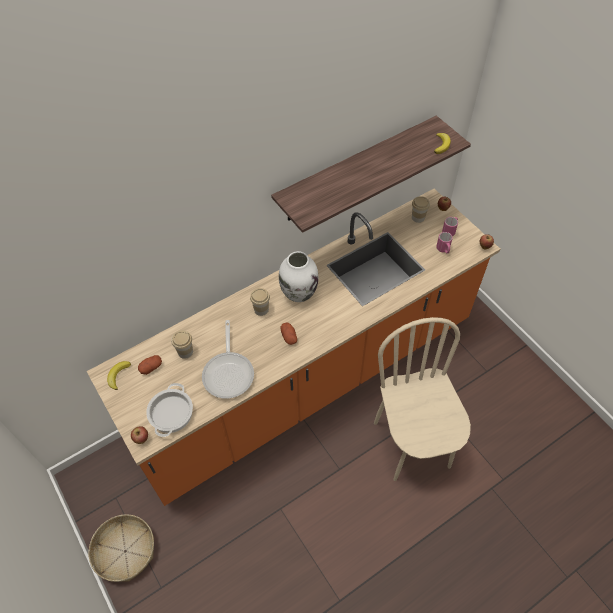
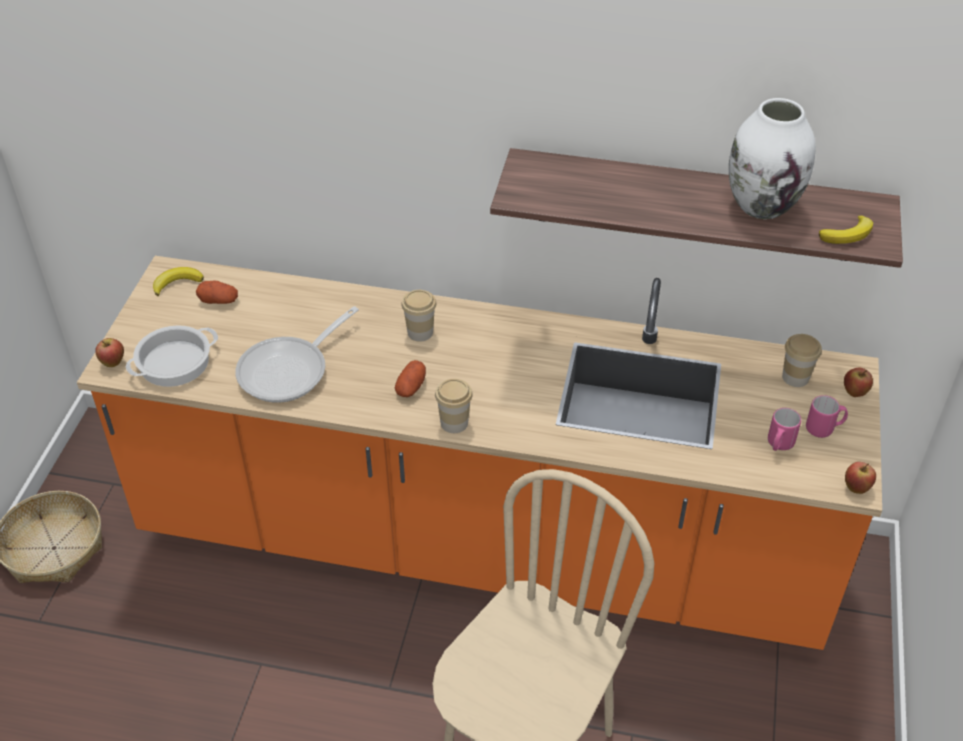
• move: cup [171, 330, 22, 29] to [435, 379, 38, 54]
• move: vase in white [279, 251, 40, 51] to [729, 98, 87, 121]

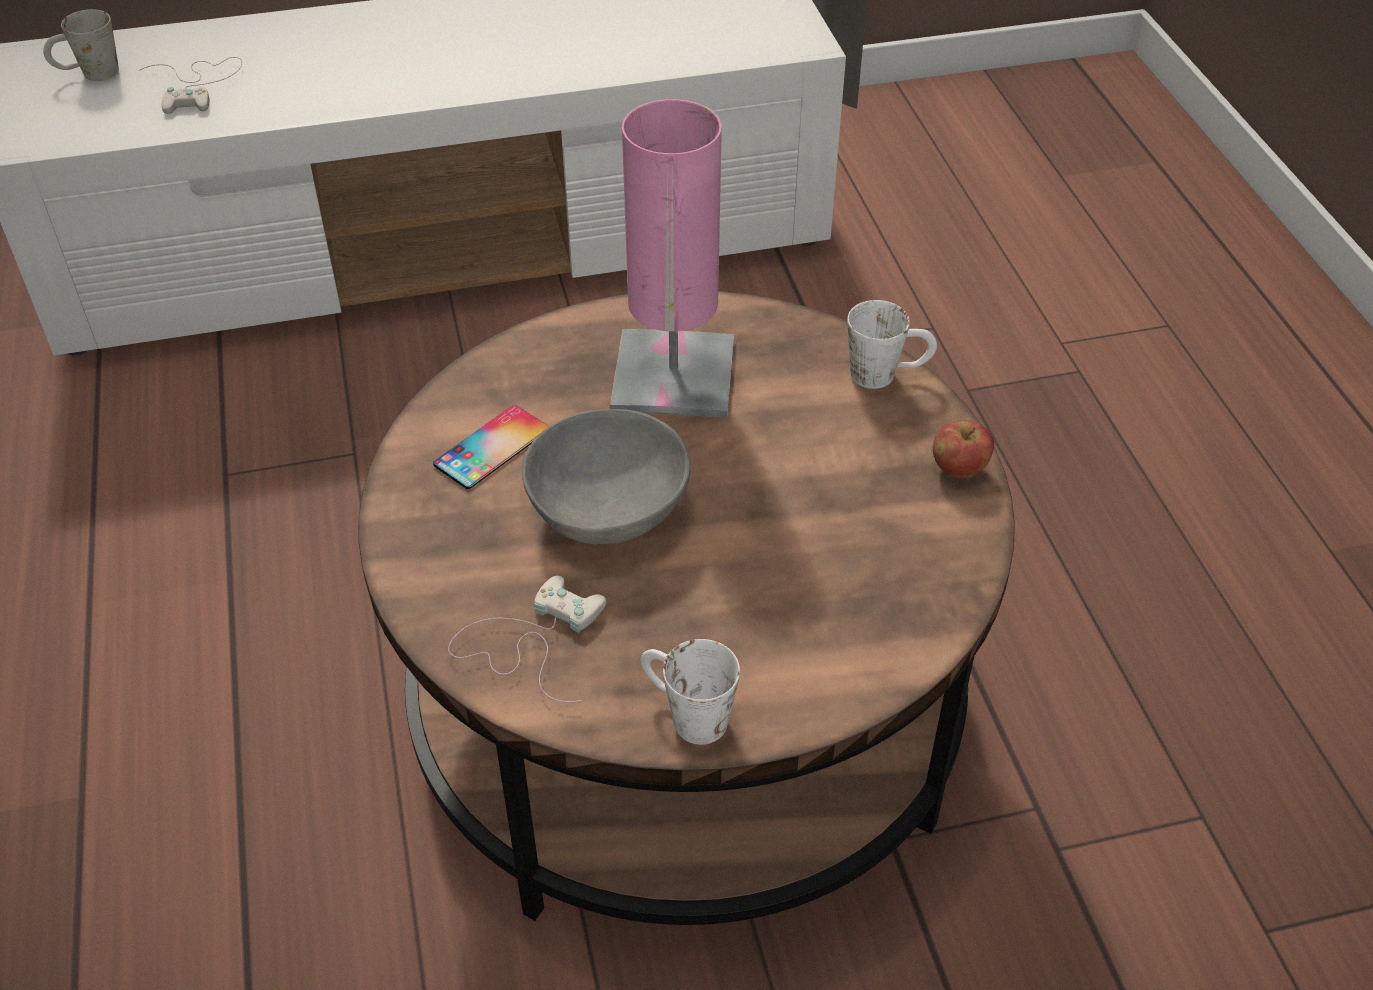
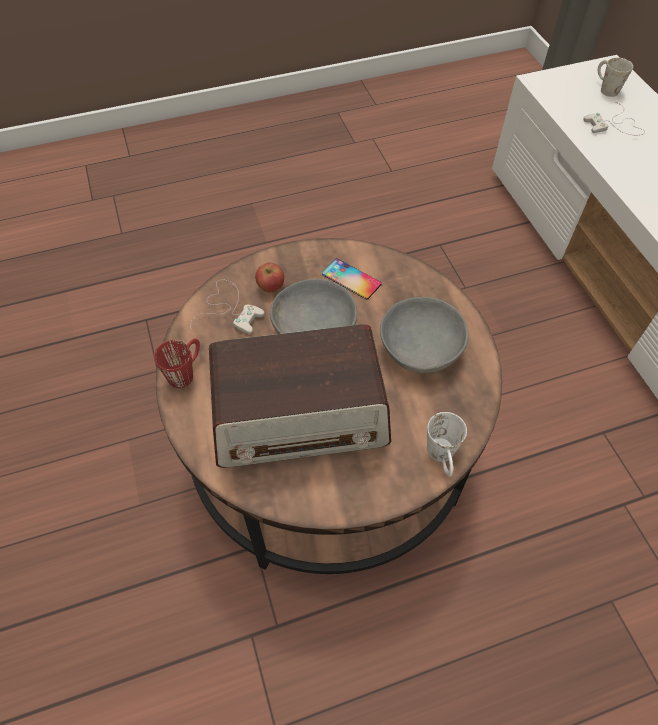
• insert: radio receiver [209, 324, 182, 144]
• move: whole apple [933, 420, 61, 58] to [255, 263, 29, 29]
• replace: tabletop lamp in pink [610, 99, 124, 318] to serving bowl in grey [380, 297, 89, 76]
• recolor: mug in white [641, 639, 99, 106] to mug in red [154, 338, 46, 50]

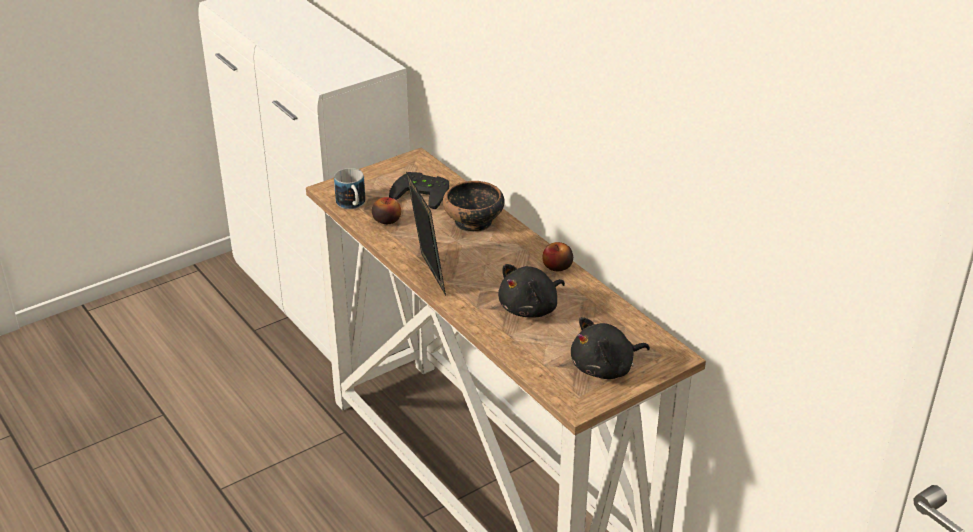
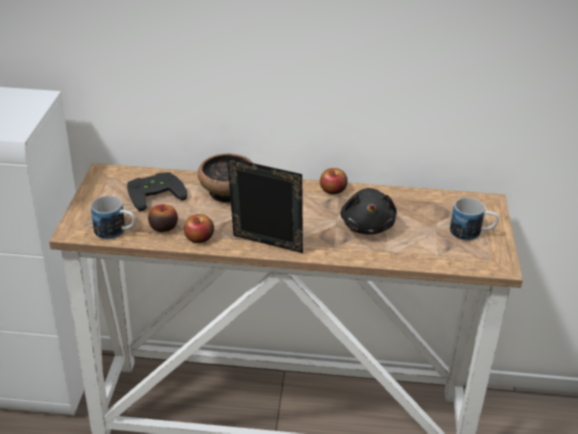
• insert: whole apple [184, 214, 30, 29]
• replace: soft toy in blackish [571, 317, 79, 62] to mug [450, 198, 49, 43]

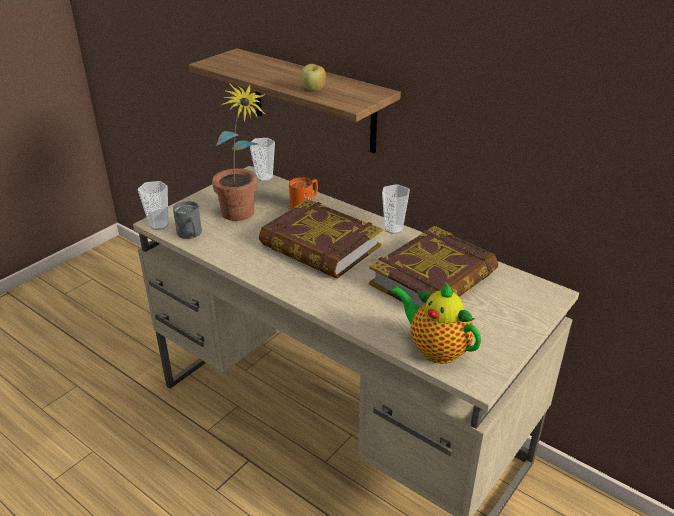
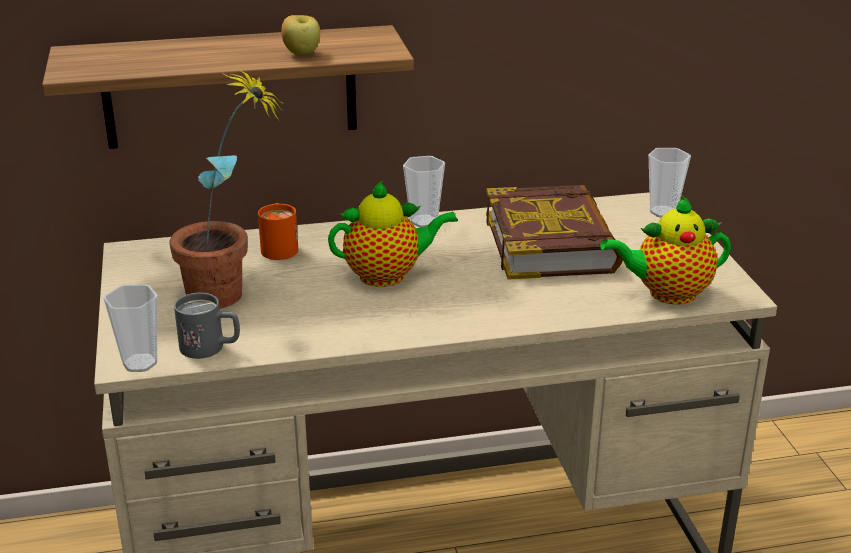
• move: cup [250, 138, 25, 43] to [649, 148, 42, 70]
• replace: bound book [259, 199, 123, 80] to tea pot [328, 180, 130, 107]

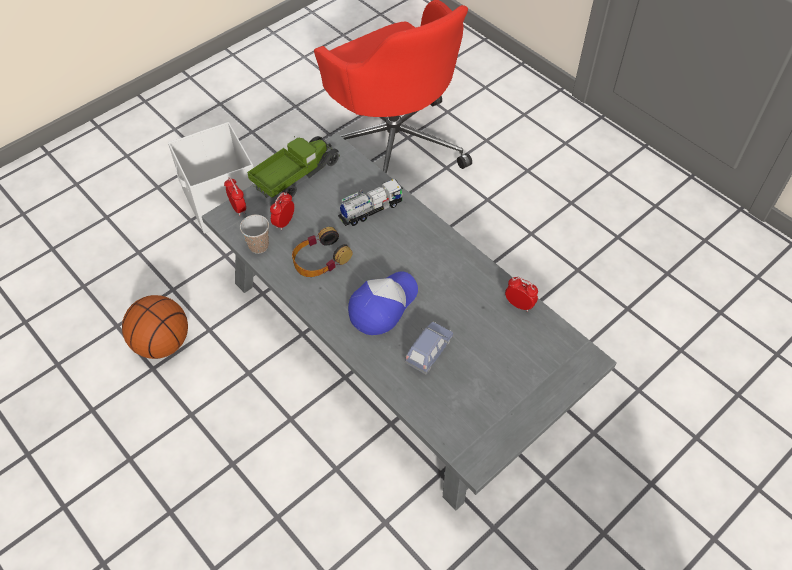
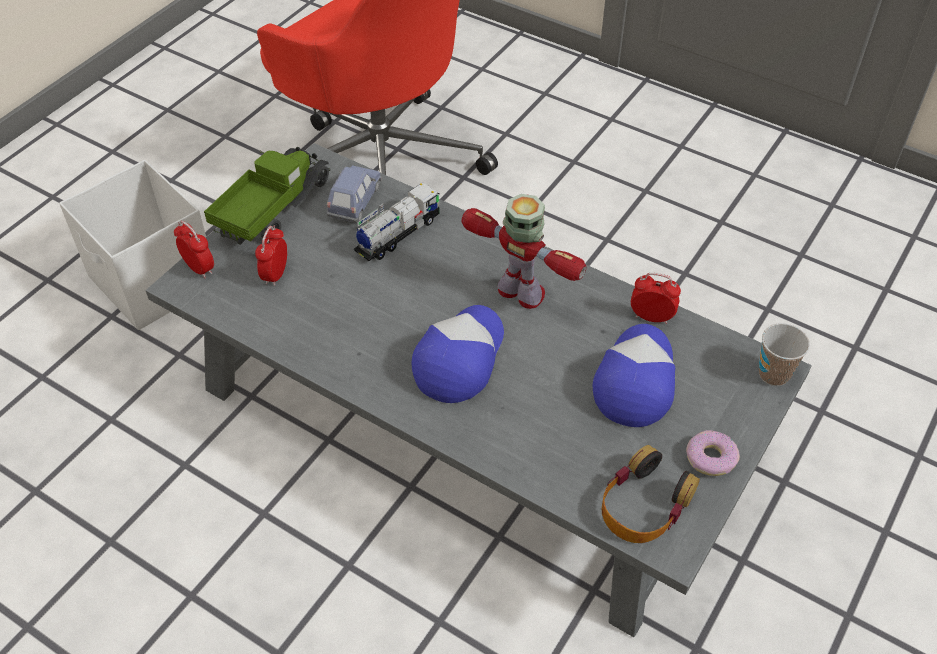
• delete: basketball ball [122, 295, 66, 64]
• insert: robot figure [462, 194, 124, 115]
• insert: baseball cap [593, 324, 82, 103]
• insert: doughnut [686, 430, 54, 46]
• move: cup [240, 215, 29, 39] to [759, 323, 51, 63]
• move: pair of headphones [292, 227, 61, 50] to [602, 445, 98, 98]
• move: toy car in blue-coloured [405, 322, 49, 53] to [327, 165, 54, 58]

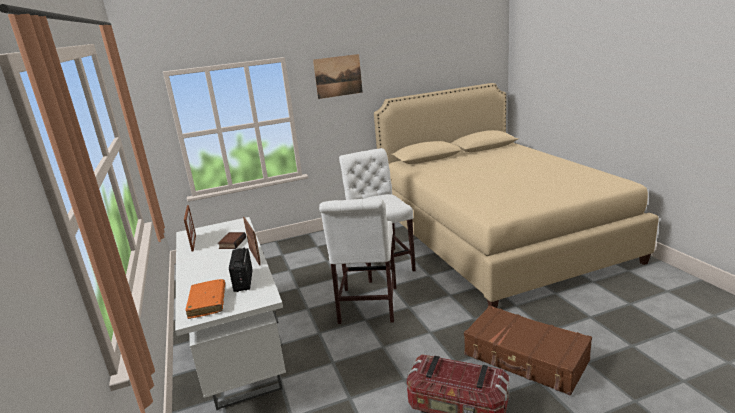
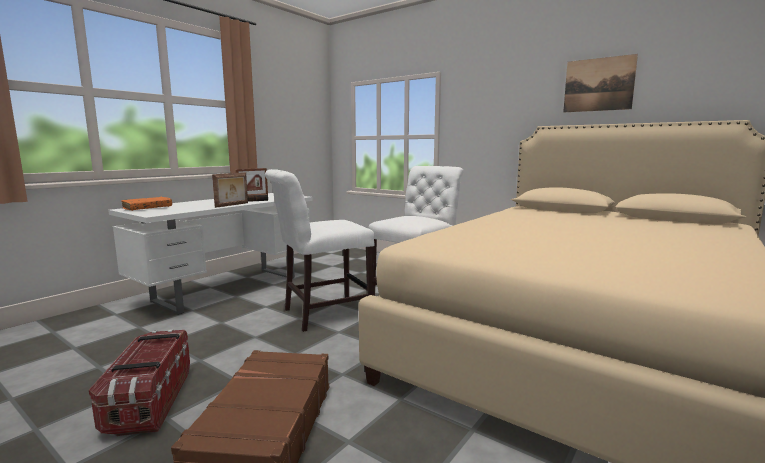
• delete: radio receiver [229, 248, 23, 44]
• move: picture [313, 54, 50, 45] to [563, 54, 75, 58]

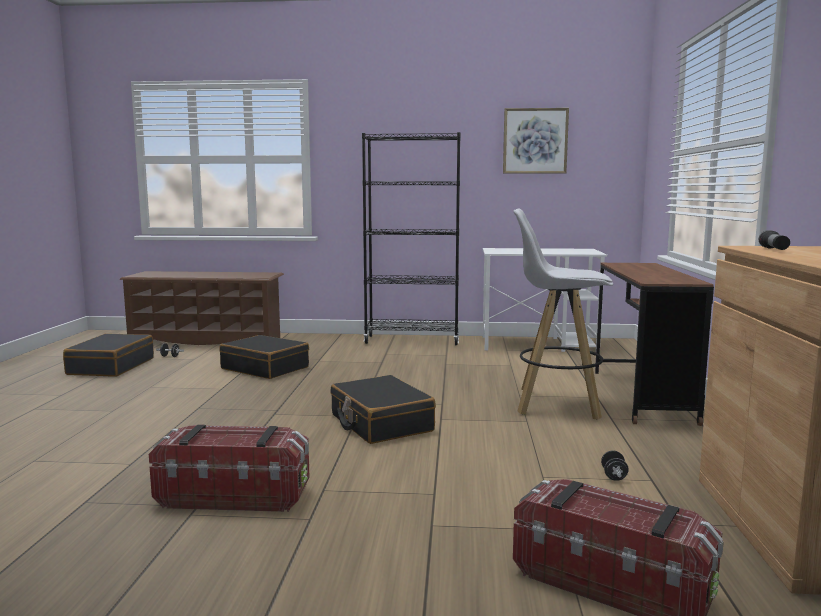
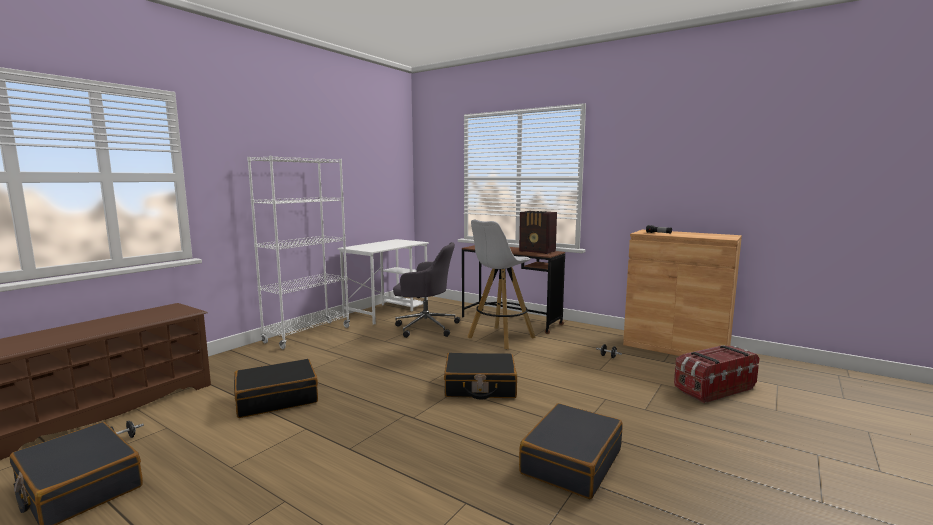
• delete: picture [503, 108, 66, 66]
• insert: office chair in grey [393, 242, 67, 96]
• insert: radio receiver [519, 211, 38, 43]
• replace: storage bin [149, 425, 161, 87] to suitcase in blackish [519, 403, 104, 96]
• recolor: shelving unit in blackish [362, 132, 99, 213] to shelving unit in white [247, 156, 103, 193]

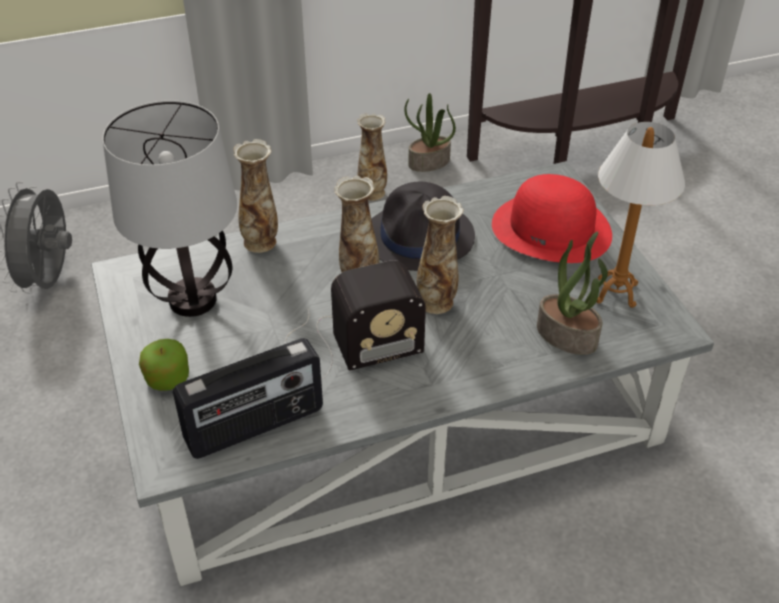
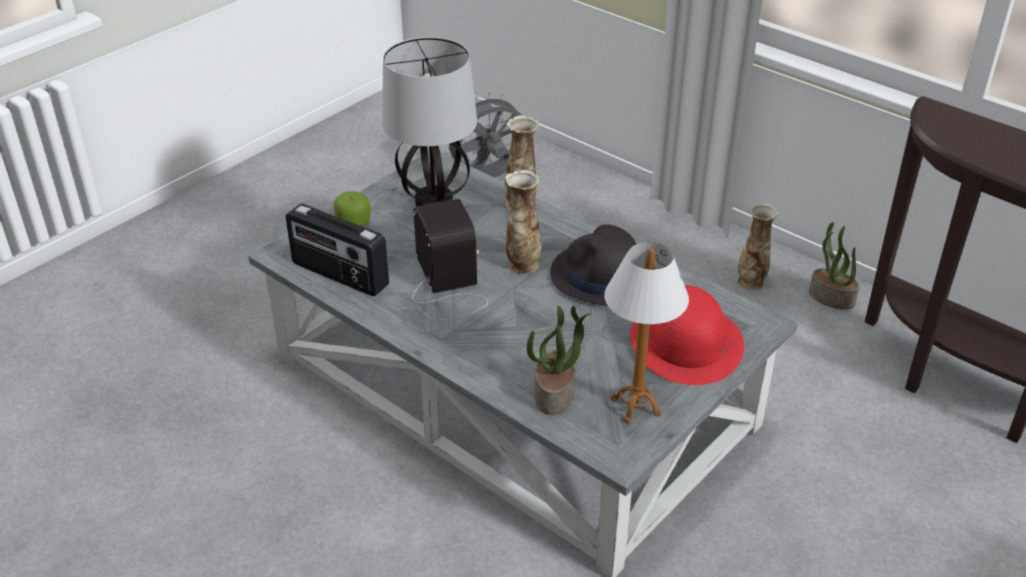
• delete: vase [417, 196, 47, 118]
• rotate: radio receiver [285, 260, 141, 120] = [401, 199, 87, 121] 150 degrees counterclockwise

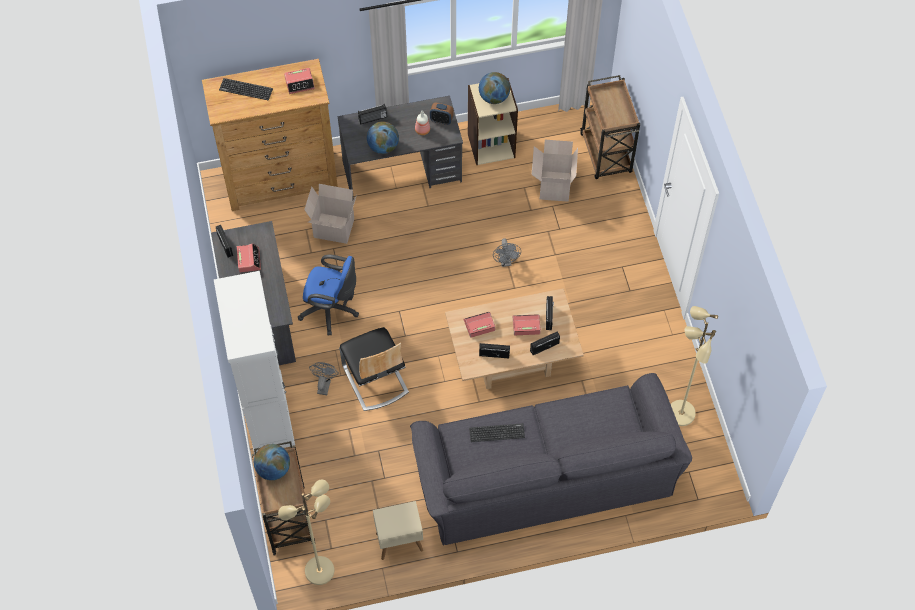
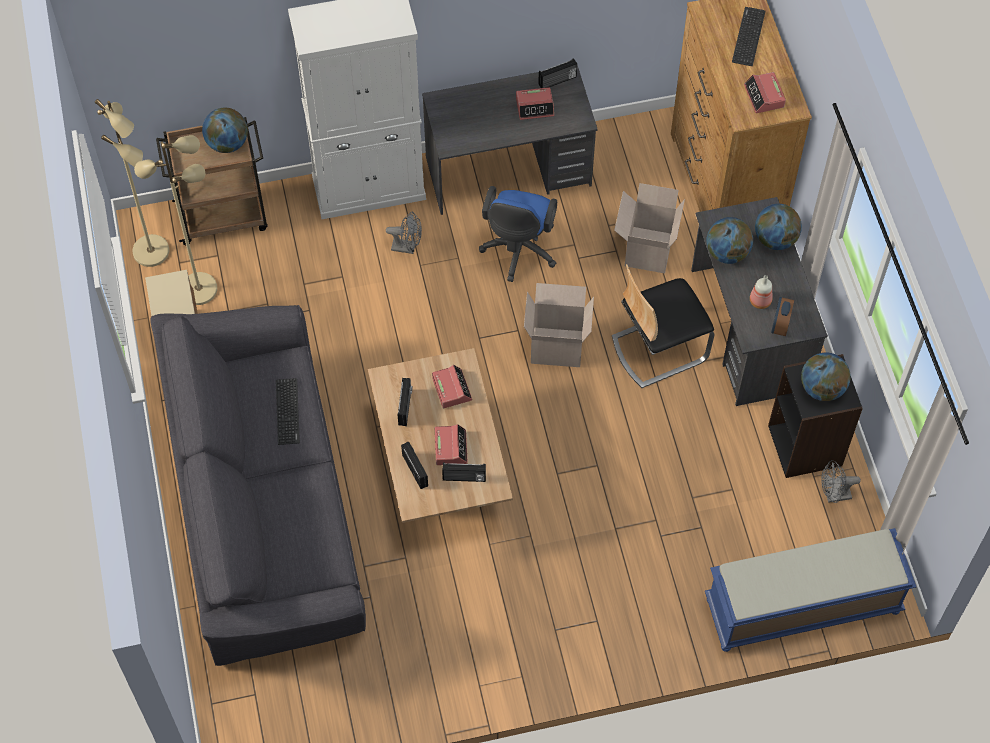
• move: plain chair [339, 327, 70, 84] to [612, 264, 103, 124]
• move: cooling fan in grey [493, 238, 28, 29] to [821, 460, 40, 43]
• move: cardboard box [532, 140, 46, 62] to [524, 283, 70, 84]
• move: floor lamp in beige-coloured [671, 306, 47, 120] to [134, 135, 84, 170]
• replace: radio receiver [358, 104, 29, 21] to globe [755, 204, 47, 46]
• replace: wheeled cart in brownish [580, 75, 60, 104] to bench in blue-coloured [705, 528, 211, 124]
• recolor: shelving unit in beige-coloured [468, 78, 50, 87] to shelving unit in blackish [768, 354, 95, 124]

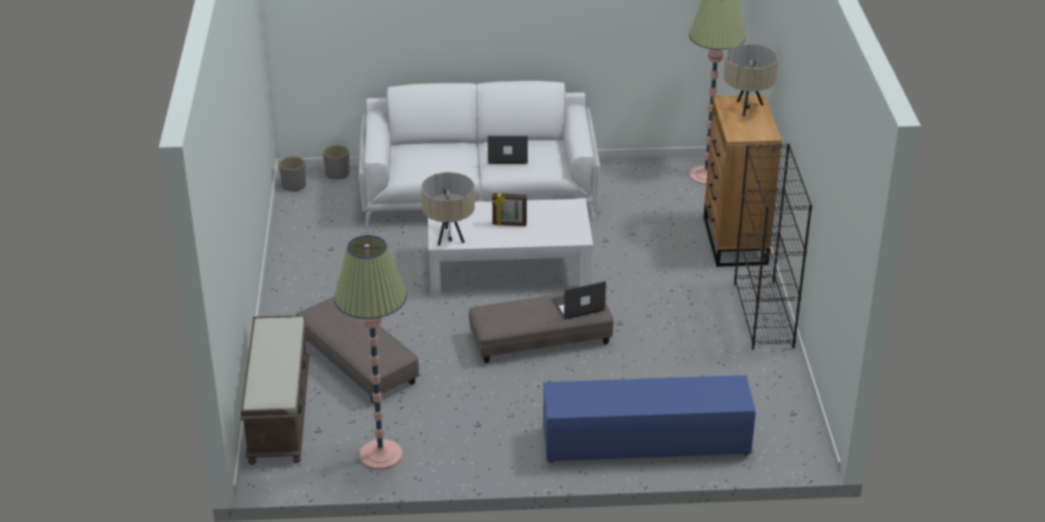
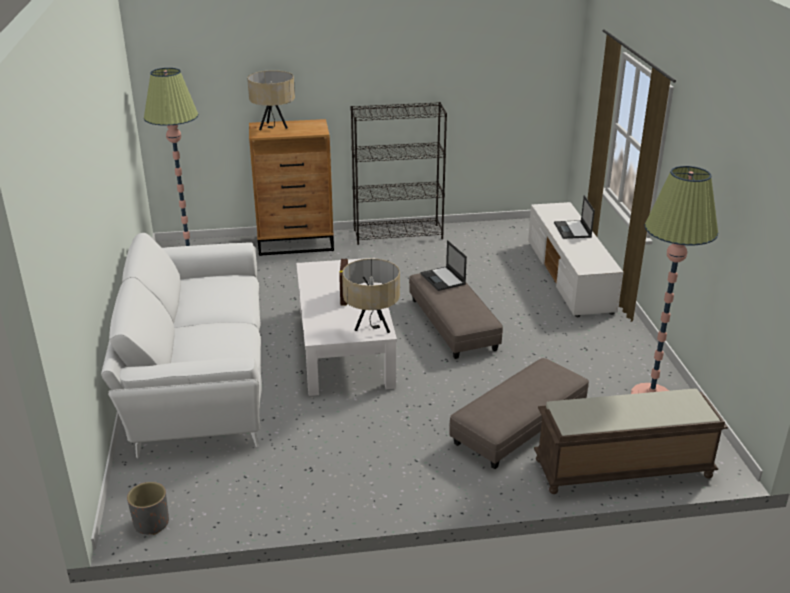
• delete: planter in grey [323, 145, 27, 34]
• move: laptop [488, 136, 40, 28] to [554, 195, 41, 44]
• recolor: media console in blue-coloured [543, 375, 213, 88] to media console in white [528, 202, 95, 115]

